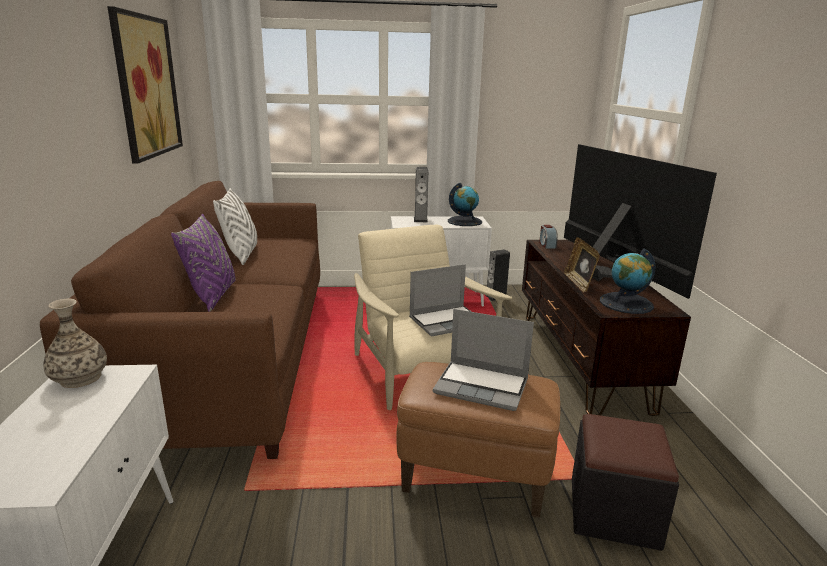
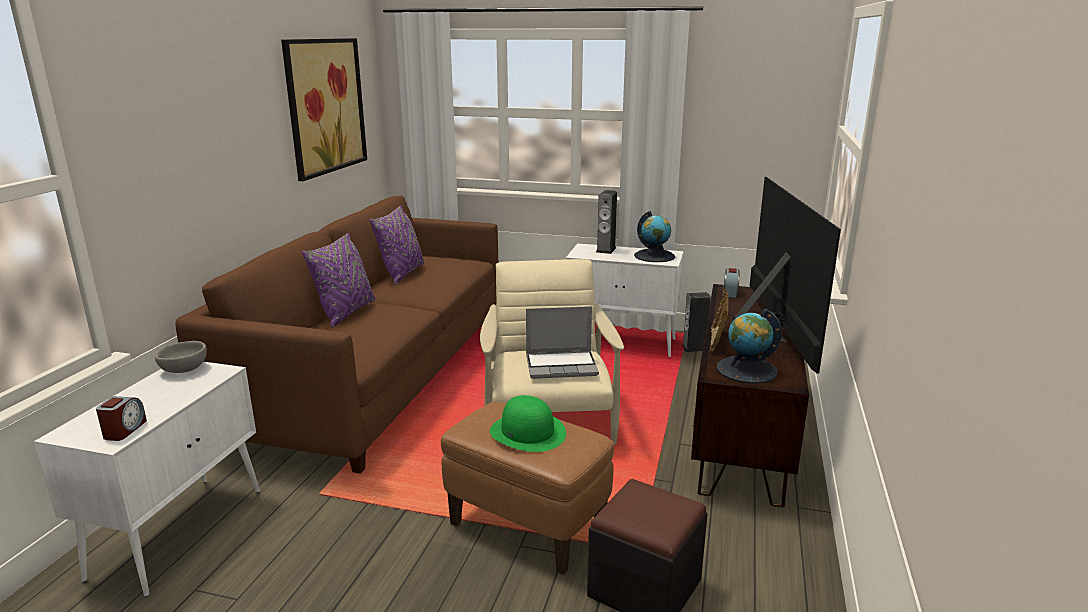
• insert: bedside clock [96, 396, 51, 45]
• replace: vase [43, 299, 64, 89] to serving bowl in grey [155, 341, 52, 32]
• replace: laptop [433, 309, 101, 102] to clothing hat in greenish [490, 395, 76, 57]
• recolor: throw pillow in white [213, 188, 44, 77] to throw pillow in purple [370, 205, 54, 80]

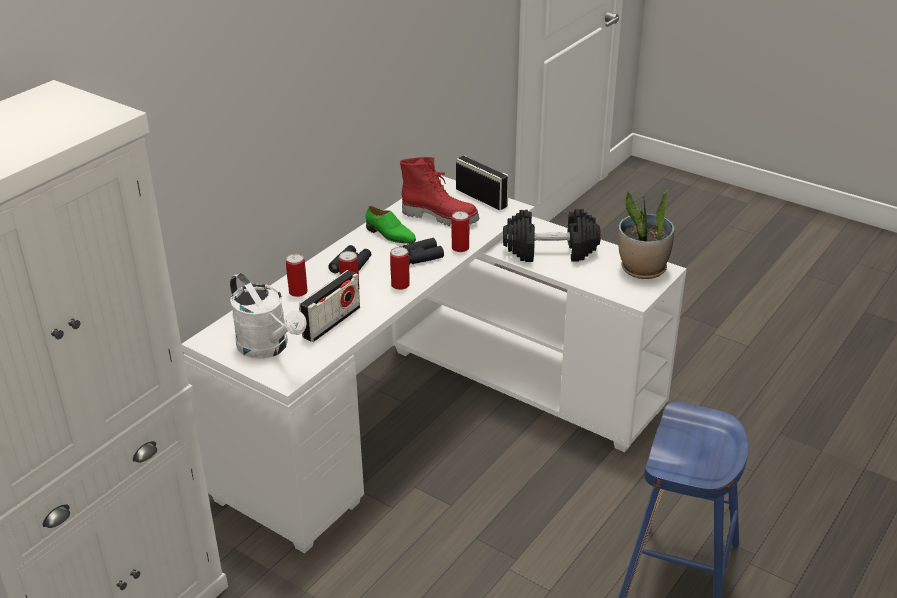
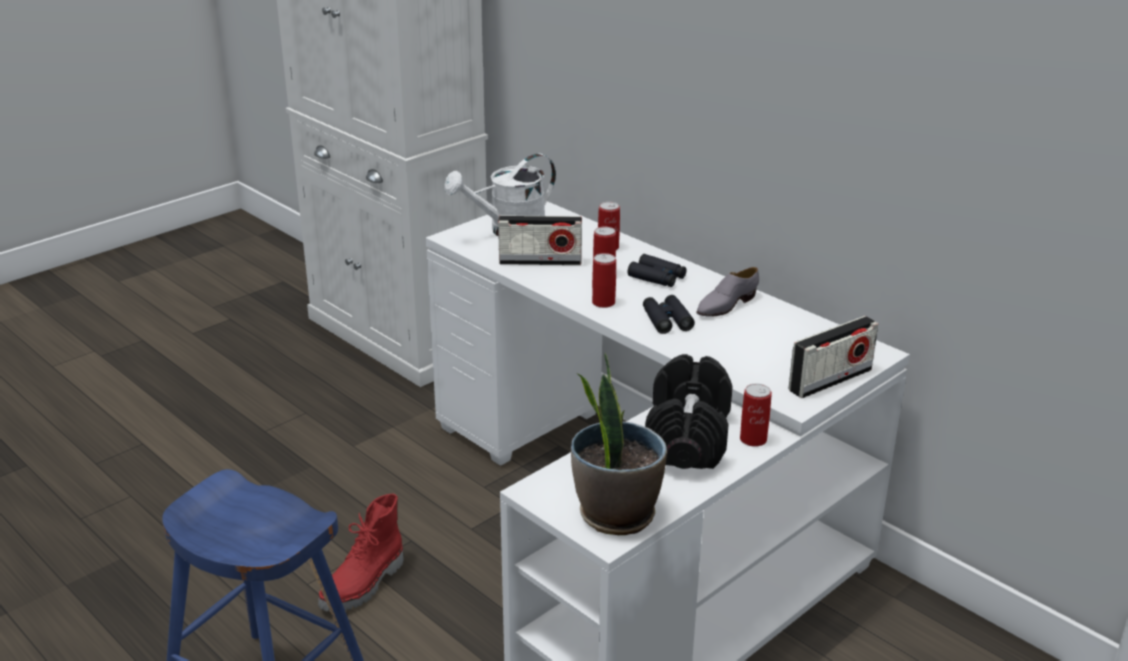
• move: high-top boot in red [400, 157, 79, 69] to [318, 494, 86, 118]
• move: metal can [451, 211, 18, 41] to [740, 384, 32, 63]
• recolor: shoe in greenish [366, 206, 50, 38] to shoe in grey [696, 267, 63, 50]
• rotate: radio receiver [299, 270, 61, 72] = [498, 215, 84, 50] 45 degrees counterclockwise

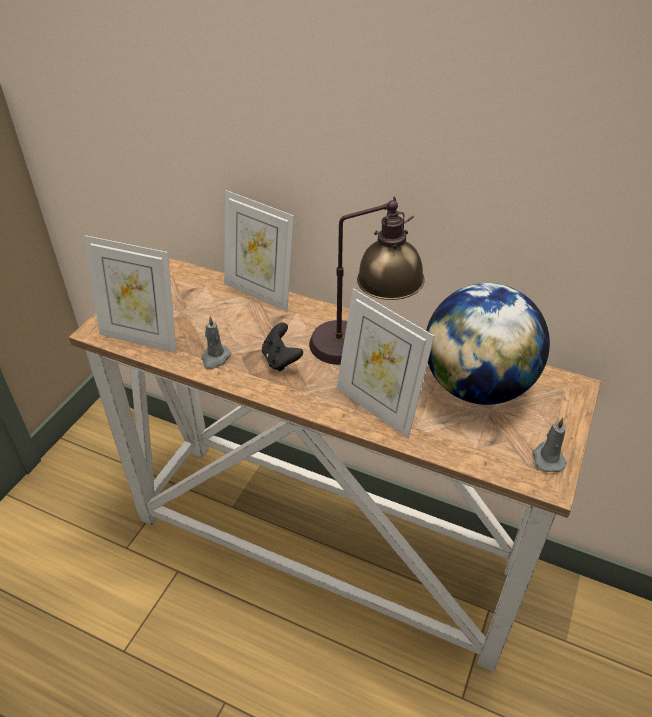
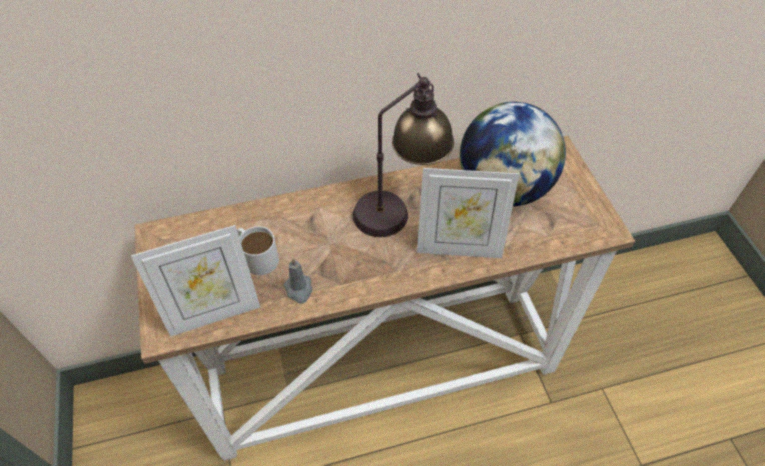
• delete: standing frame [224, 190, 70, 122]
• delete: game controller in blackish [262, 323, 41, 49]
• delete: wax candle in grey [533, 417, 34, 55]
• insert: mug in white [237, 226, 42, 49]

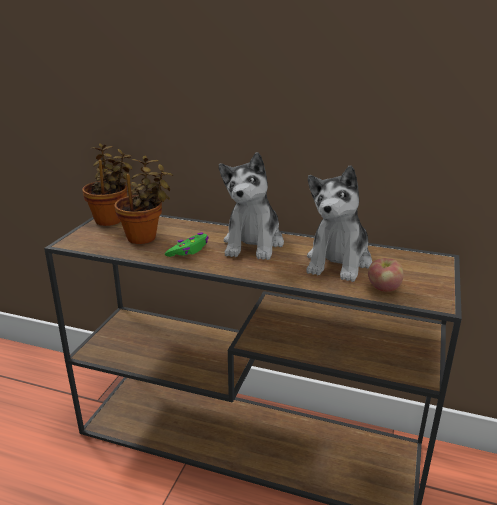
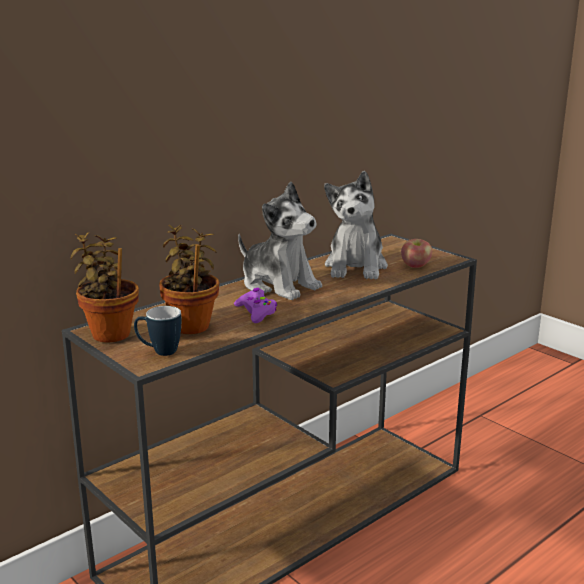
• insert: mug [134, 306, 47, 50]
• recolor: game controller in greenish [165, 232, 44, 25] to game controller in purple [234, 288, 43, 35]
• rotate: soft toy [306, 165, 66, 117] = [324, 171, 64, 108] 45 degrees clockwise

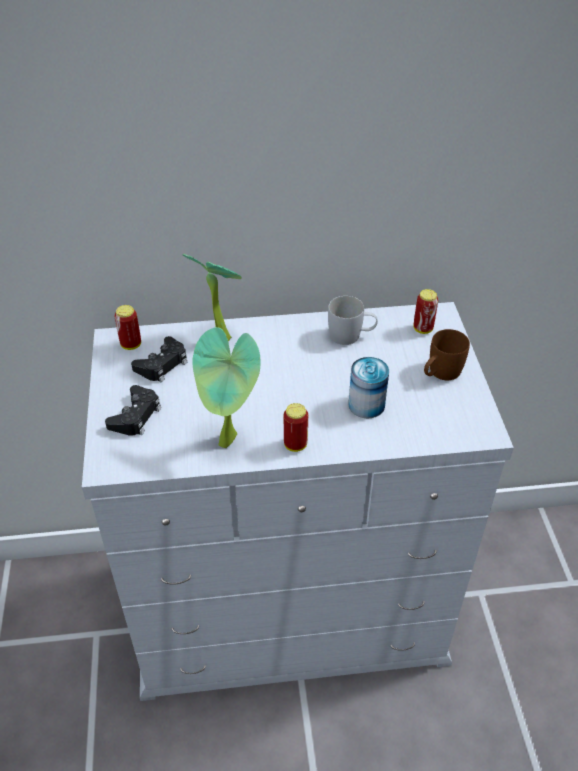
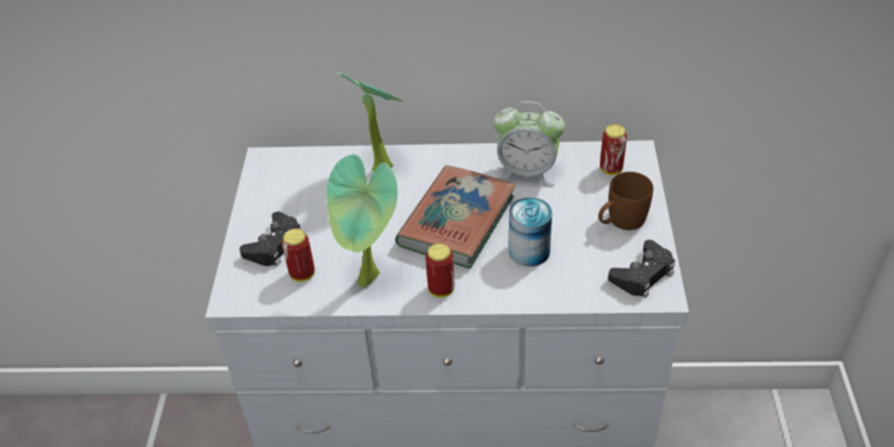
• insert: bound book [395, 165, 121, 103]
• move: metal can [114, 305, 27, 45] to [282, 229, 33, 52]
• move: game controller in blackish [131, 336, 56, 46] to [608, 240, 67, 58]
• replace: mug in white [328, 296, 50, 49] to bedside clock [494, 101, 71, 85]

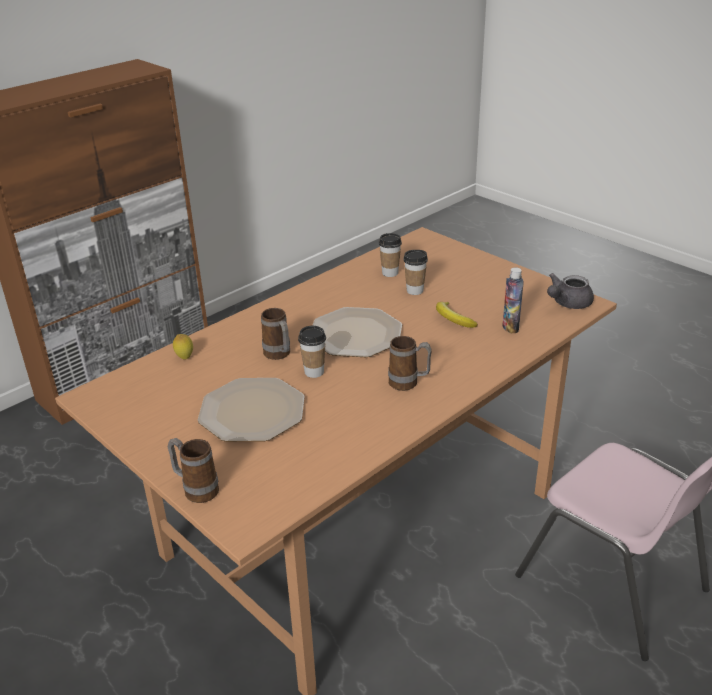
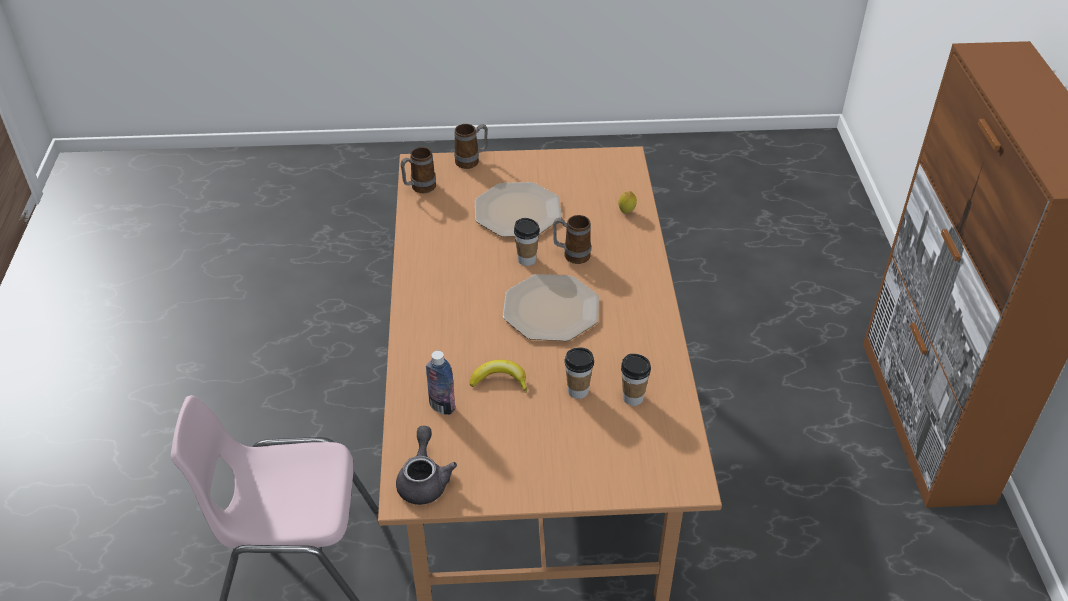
• move: mug [388, 336, 44, 55] to [400, 147, 36, 46]

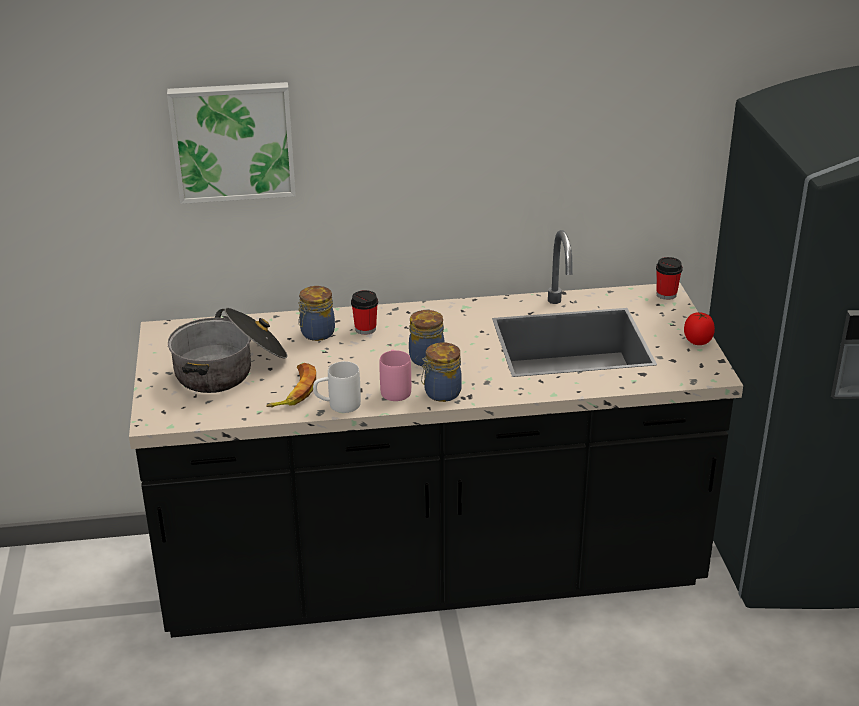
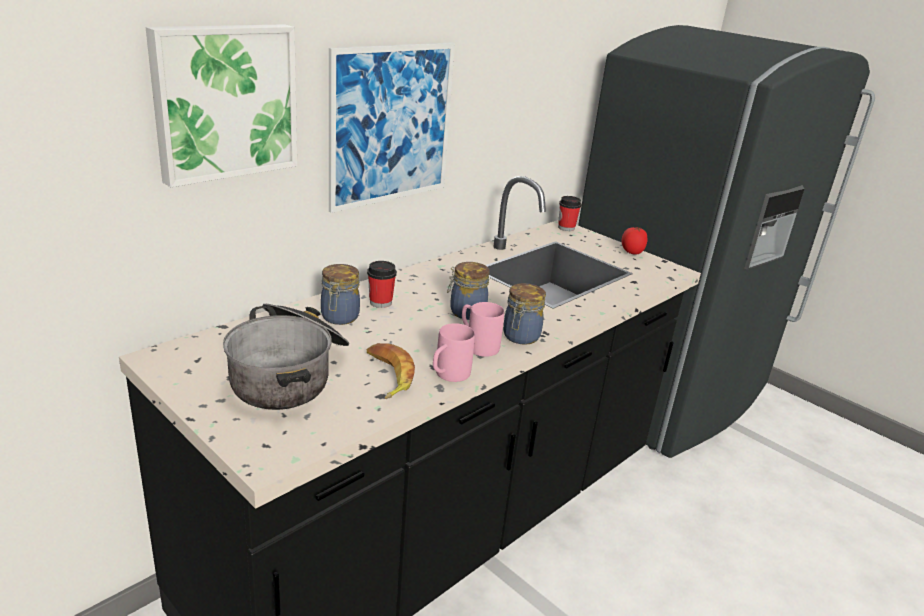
• insert: picture [329, 42, 126, 171]
• recolor: mug in white [313, 361, 48, 52] to mug in pink [433, 323, 42, 59]

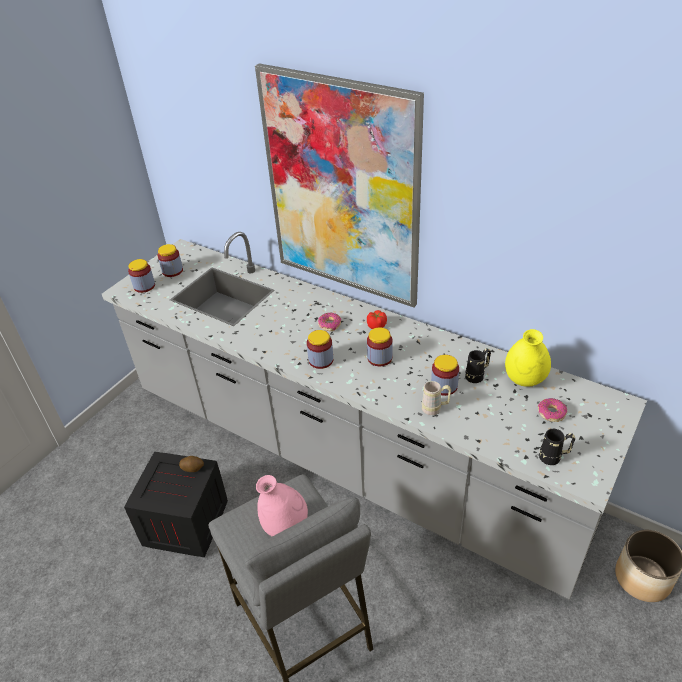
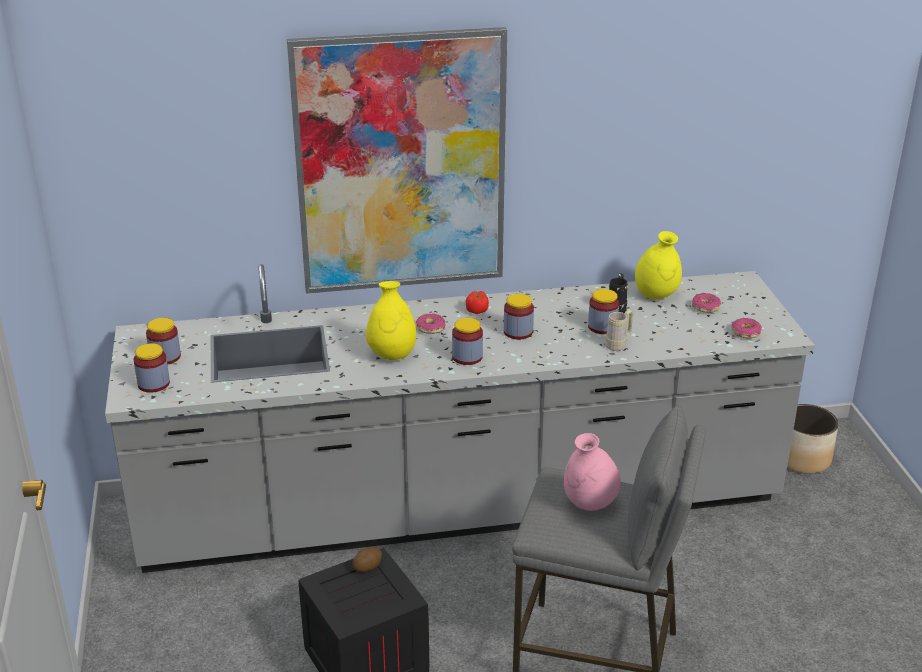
• insert: vase in yellowish [366, 281, 50, 79]
• replace: mug in blackish [539, 429, 36, 36] to doughnut [731, 318, 31, 20]

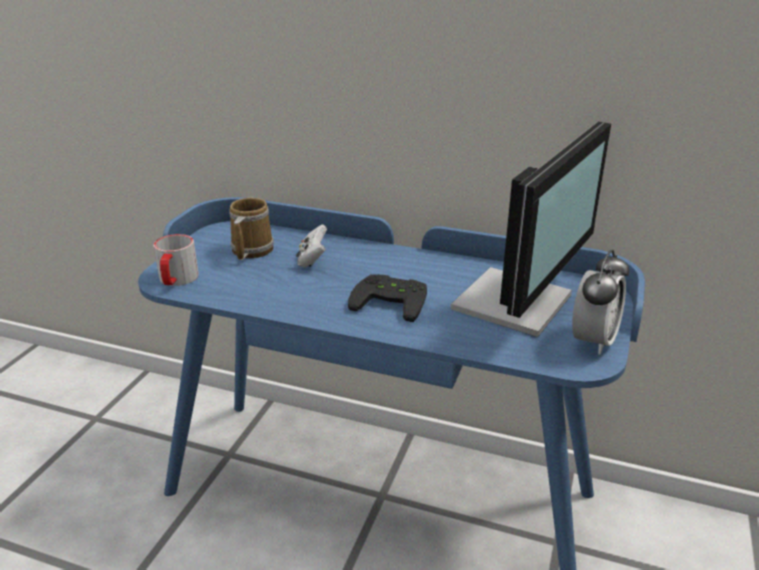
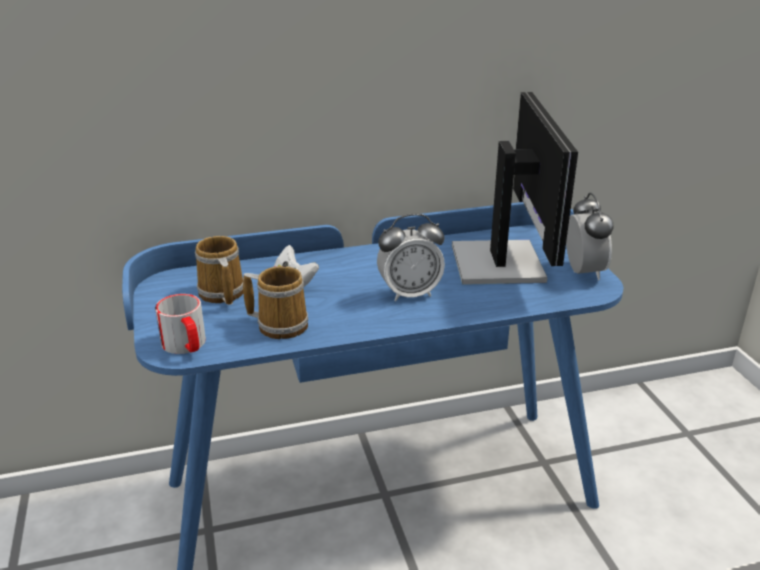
• insert: mug [243, 266, 65, 73]
• replace: game controller in blackish [348, 274, 79, 48] to bedside clock [377, 214, 68, 88]

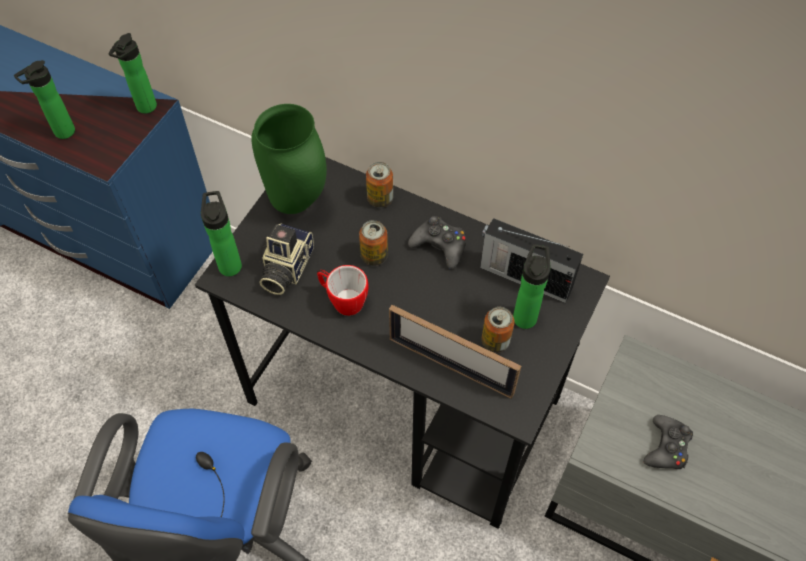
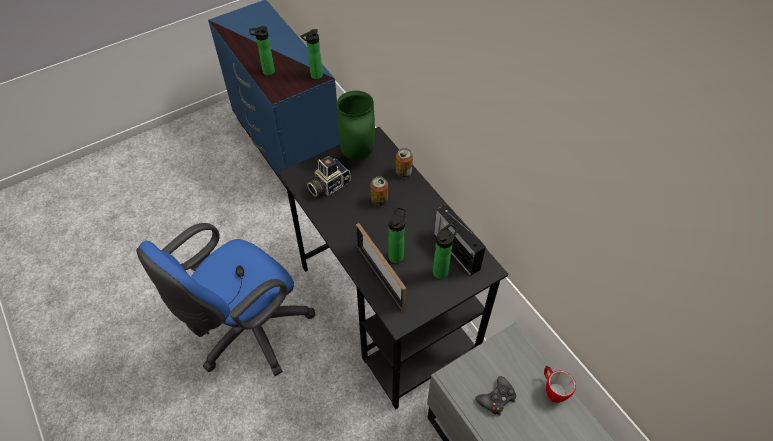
• delete: game controller in blackish [408, 216, 58, 53]
• delete: metal can [482, 307, 33, 46]
• move: beverage bottle [201, 191, 41, 85] to [388, 206, 19, 57]
• move: mug [317, 265, 51, 51] to [544, 366, 32, 37]

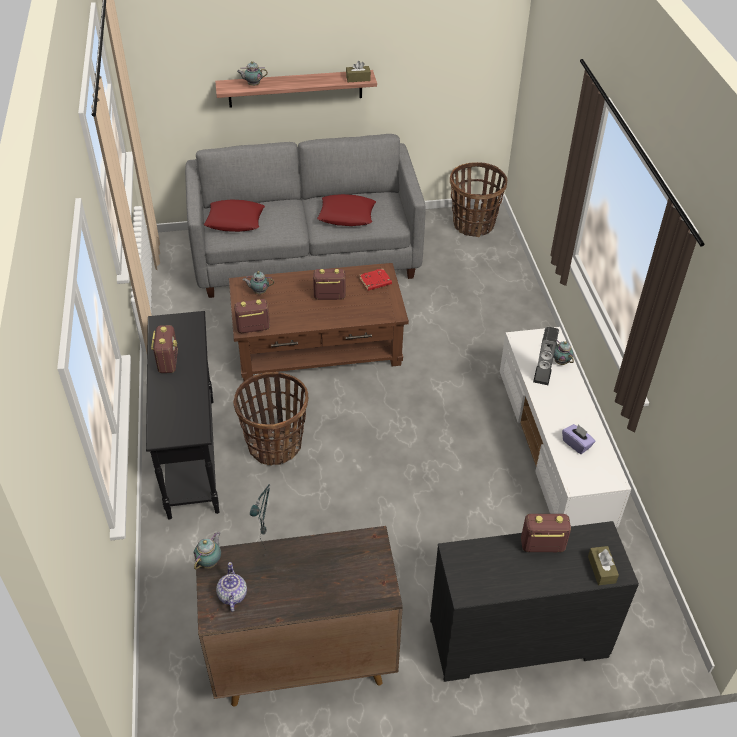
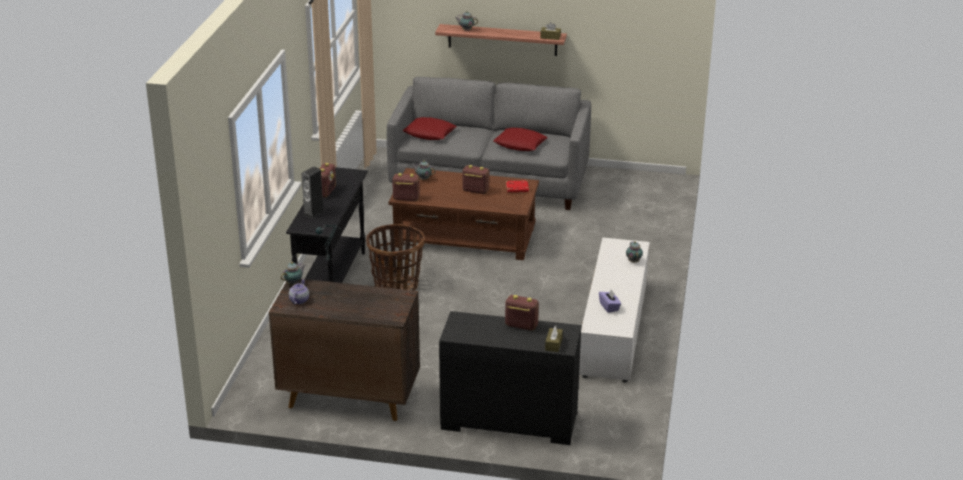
• delete: basket [450, 162, 57, 75]
• move: speaker [533, 327, 26, 58] to [302, 166, 22, 52]

